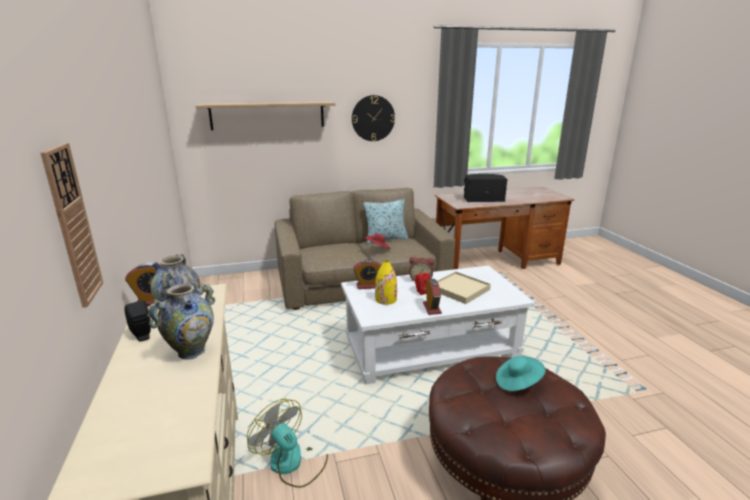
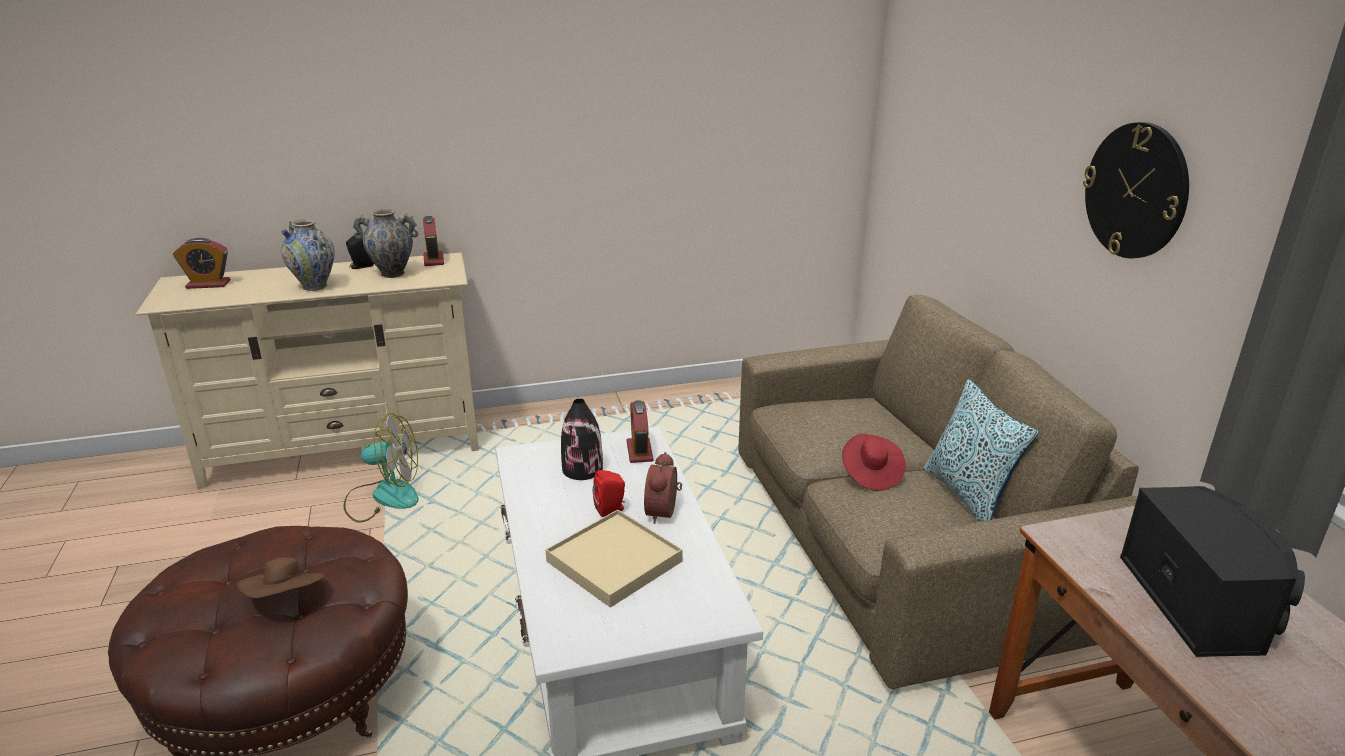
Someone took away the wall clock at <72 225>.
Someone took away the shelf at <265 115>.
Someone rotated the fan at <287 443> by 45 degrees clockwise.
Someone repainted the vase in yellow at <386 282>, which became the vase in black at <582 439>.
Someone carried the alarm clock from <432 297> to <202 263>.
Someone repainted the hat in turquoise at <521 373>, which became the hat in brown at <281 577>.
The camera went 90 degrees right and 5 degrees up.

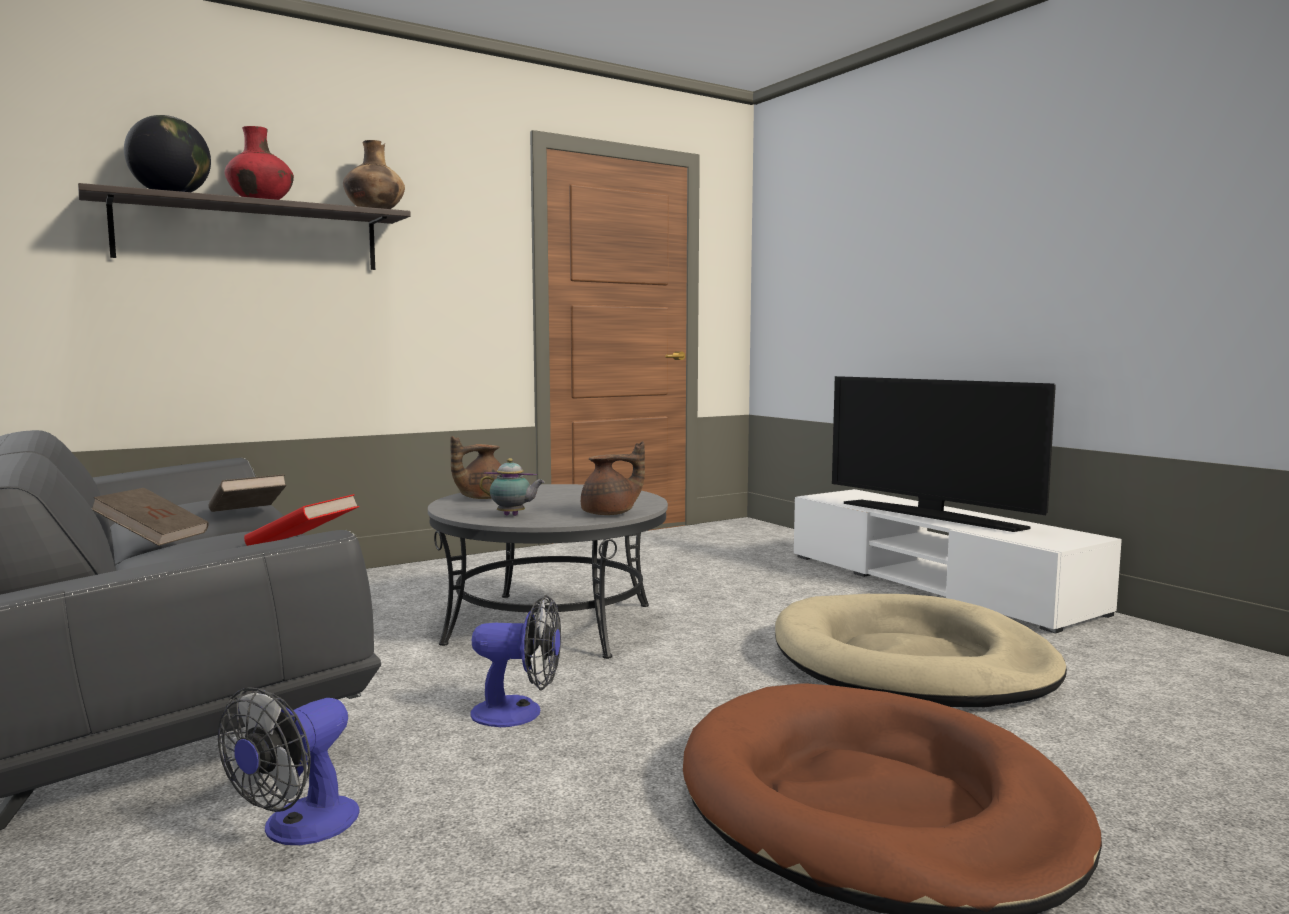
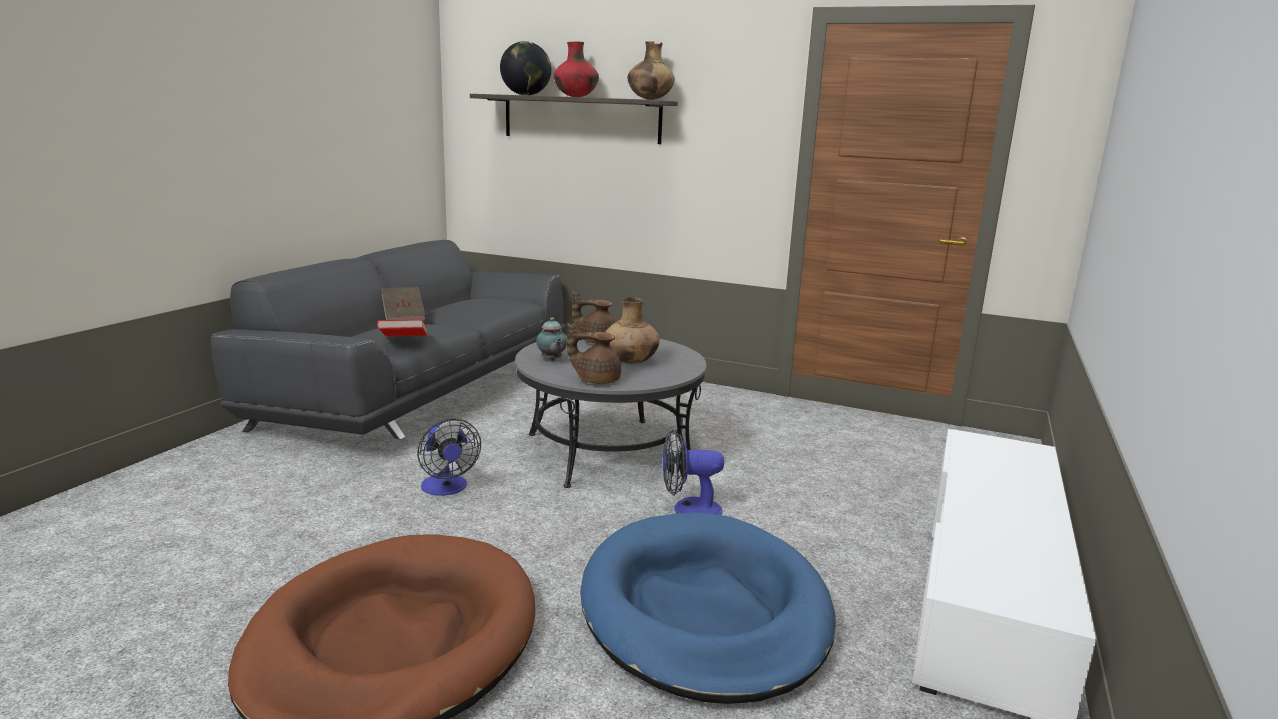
Someone took away the book in brown at <248 493>.
Someone carried the fan from <289 766> to <693 472>.
Someone rotated the teapot in brown at <613 478> by 150 degrees clockwise.
Someone repainted the dog bed in beige at <921 650>, which became the dog bed in blue at <708 608>.
Someone took away the television at <944 454>.
Someone put down the vase in brown at <632 330>.
The camera went 55 degrees right and 10 degrees up.

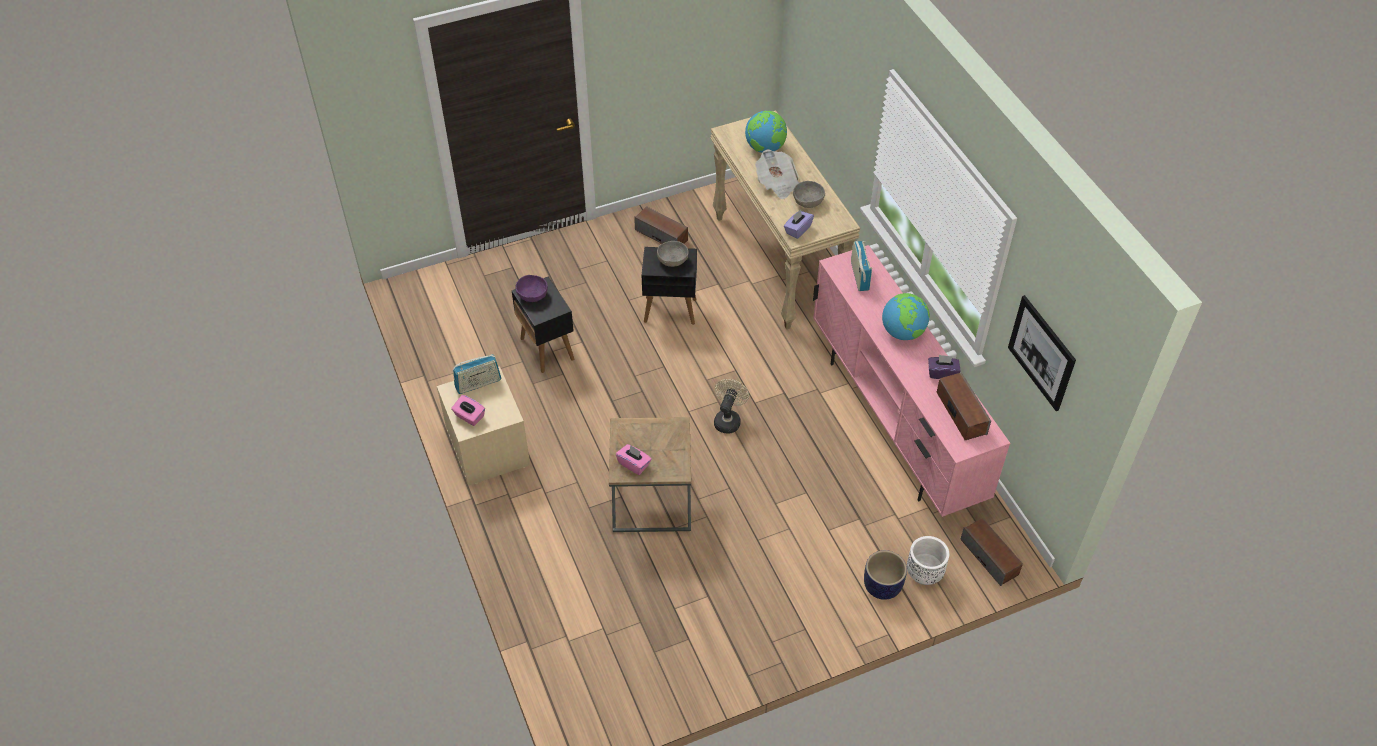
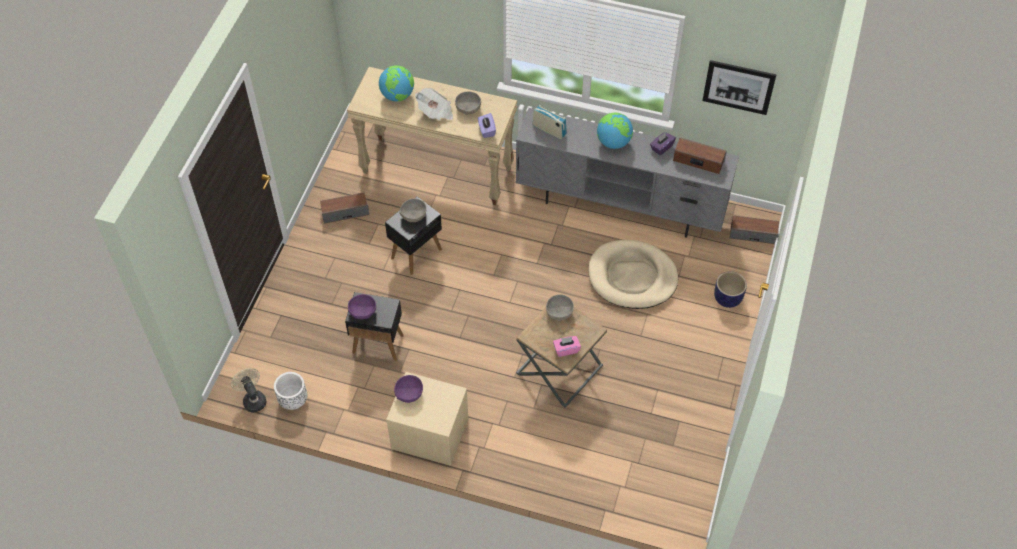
Someone took away the tissue box in pink at <468 410>.
Someone swapped the radio at <477 374> for the bowl in purple at <408 389>.
Someone carried the fan in beige from <731 406> to <248 390>.
Someone repainted the tv stand in pink at <911 381>, which became the tv stand in grey at <627 173>.
Someone carried the planter in white from <928 560> to <290 391>.
Someone put down the bowl in grey at <560 308>.
Someone put down the dog bed in beige at <633 274>.
The camera went 50 degrees left and 5 degrees up.

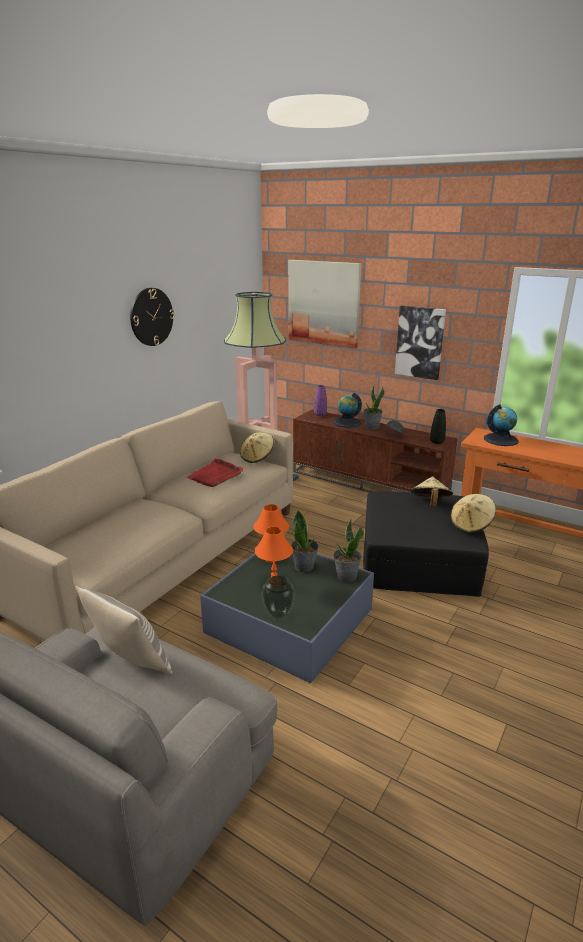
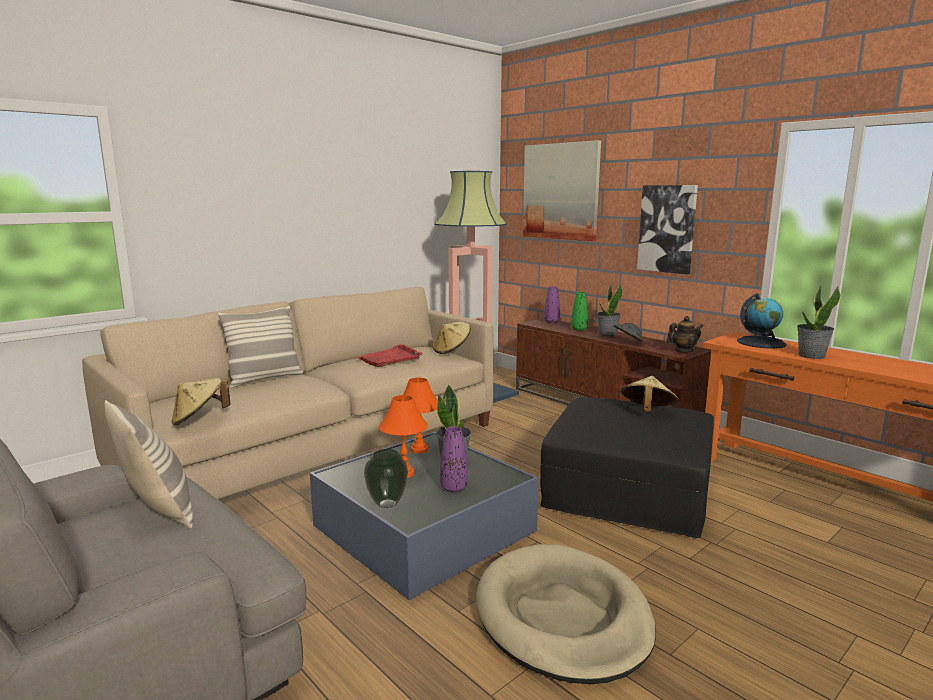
Someone took away the wall clock at <152 317>.
Someone swapped the globe at <347 410> for the vase in green at <579 311>.
Someone carried the potted plant from <348 550> to <819 322>.
Someone swapped the vase in black at <438 426> for the teapot at <685 334>.
Someone carried the hat in beige from <473 513> to <201 402>.
Someone put down the pillow at <260 347>.
Someone put down the vase in purple at <454 459>.
Someone put down the dog bed in beige at <566 614>.
The camera went 15 degrees right and 10 degrees down.

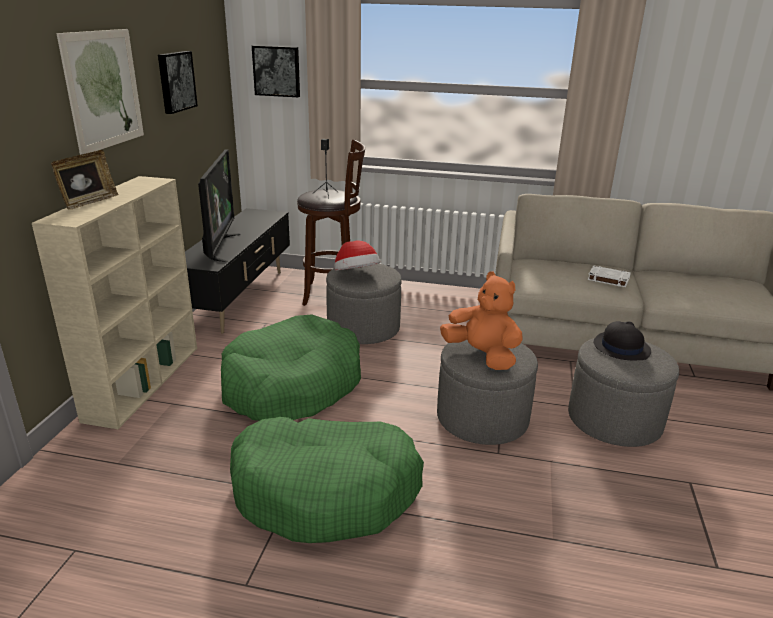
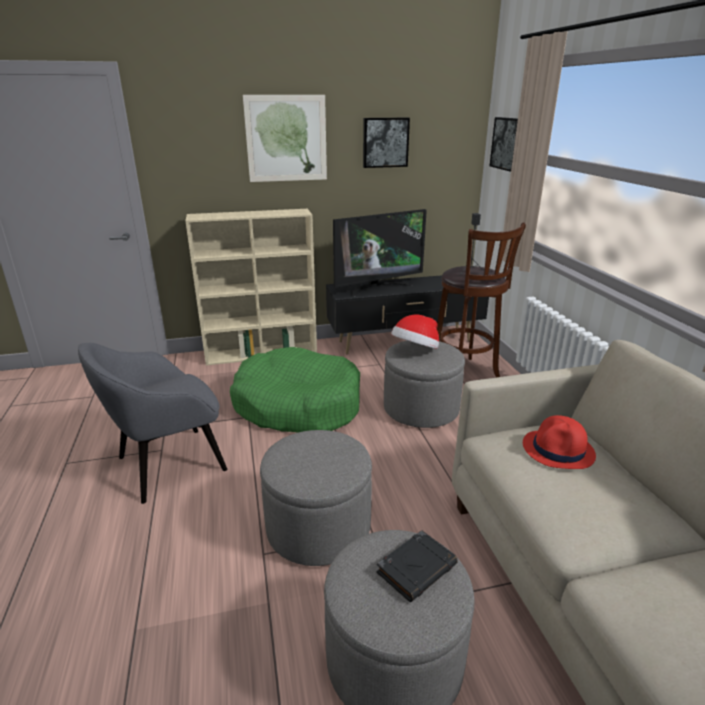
Someone took away the picture frame at <85 179>.
Someone swapped the dog bed in green at <327 480> for the armchair in grey at <152 423>.
Someone took away the plush toy in orange at <481 320>.
Someone took away the book in white at <609 276>.
Someone swapped the hat in black at <622 340> for the book in black at <417 566>.
Someone put down the hat in red at <559 442>.
The camera went 65 degrees right and 0 degrees up.

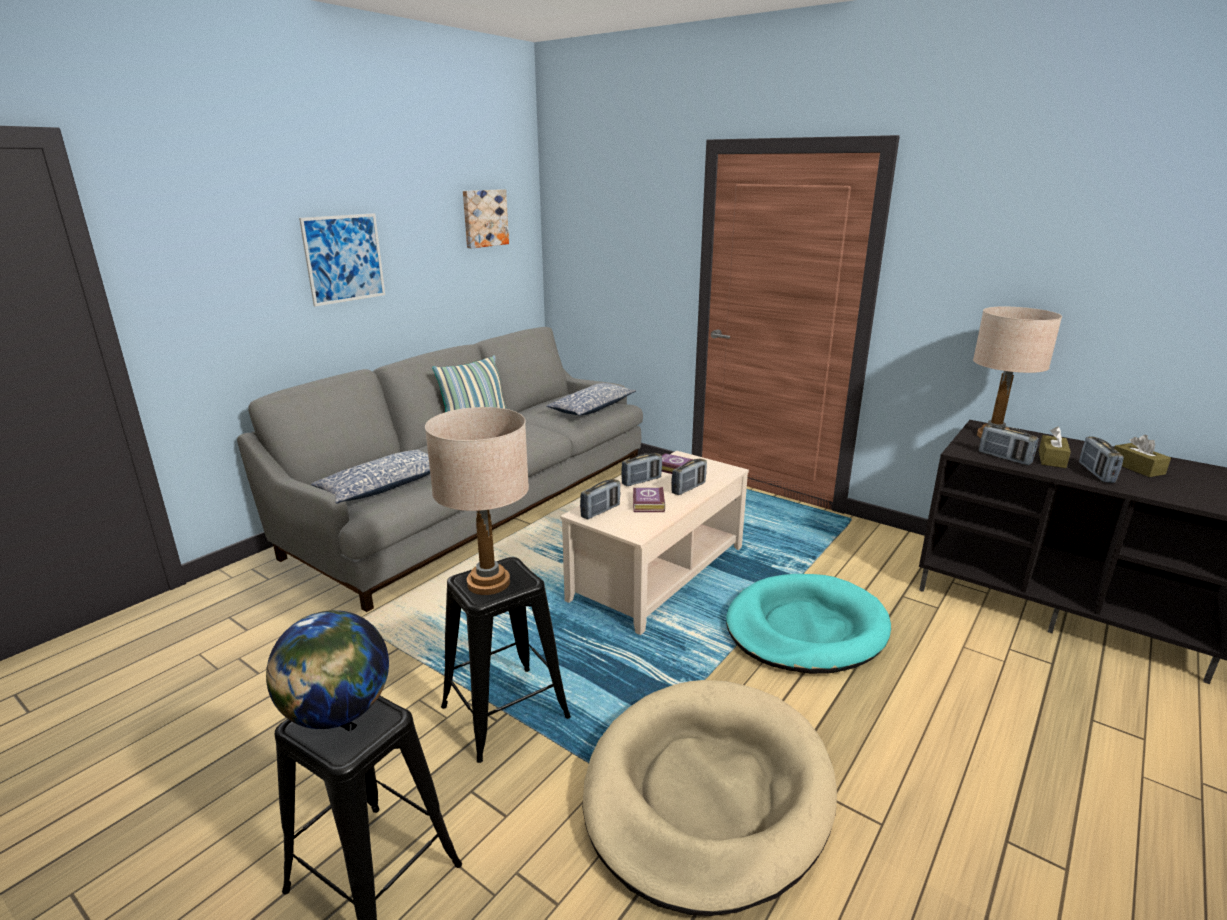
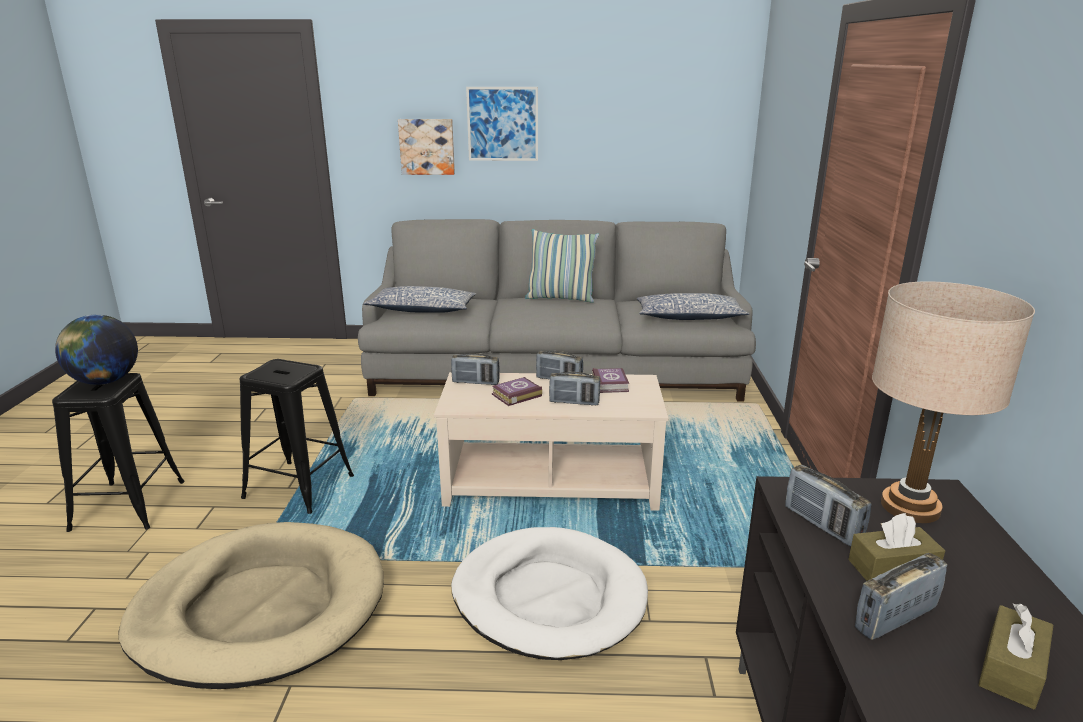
Someone took away the table lamp in beige at <477 501>.
Someone carried the picture from <486 218> to <426 147>.
Someone repainted the dog bed in turquoise at <808 624>, which became the dog bed in white at <549 593>.
Someone rotated the radio at <1009 445> by 45 degrees counterclockwise.
The camera went 55 degrees right and 0 degrees up.

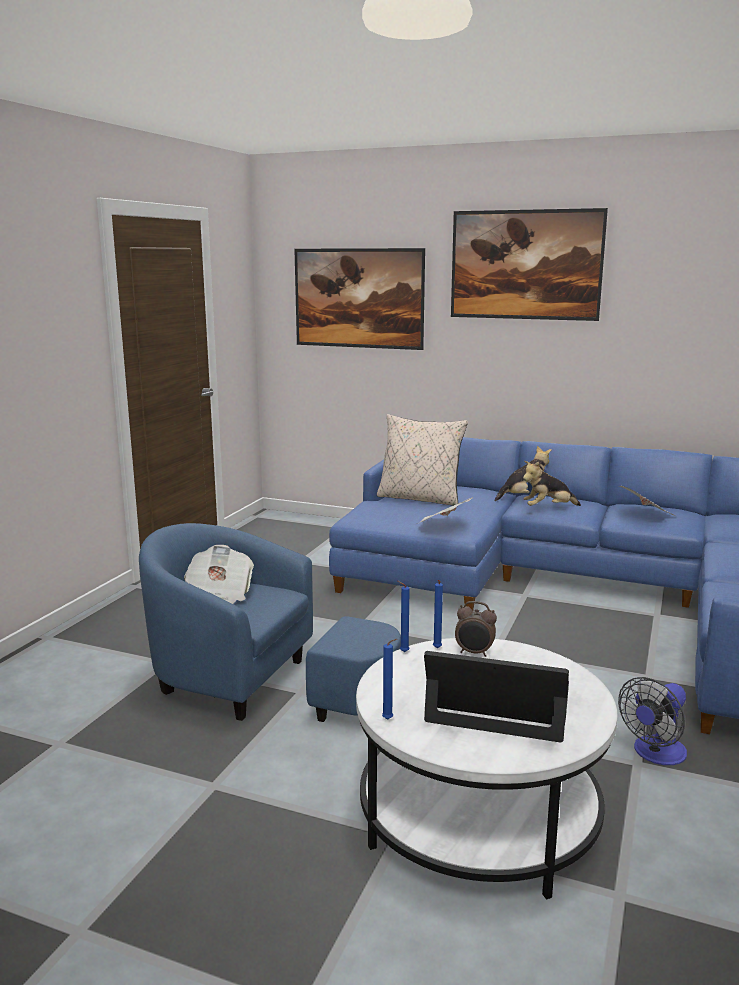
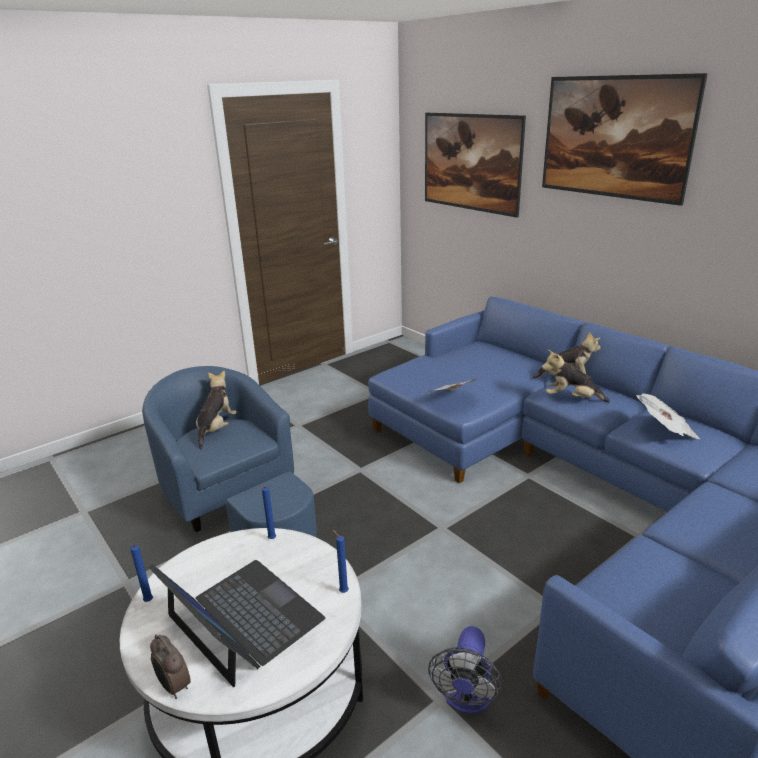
Someone swapped the newspaper at <219 574> for the plush toy at <216 410>.
Someone took away the pillow in beige at <422 460>.
Someone carried the candle in blue from <404 616> to <341 561>.
Someone carried the alarm clock from <476 629> to <170 666>.
Someone rotated the fan at <652 721> by 60 degrees counterclockwise.
The camera went 30 degrees right and 10 degrees up.

